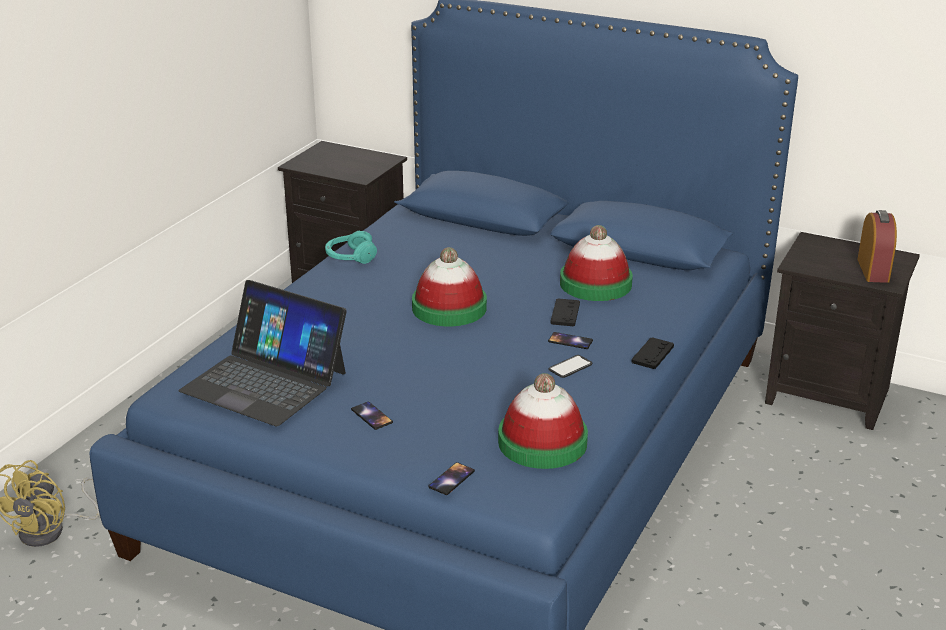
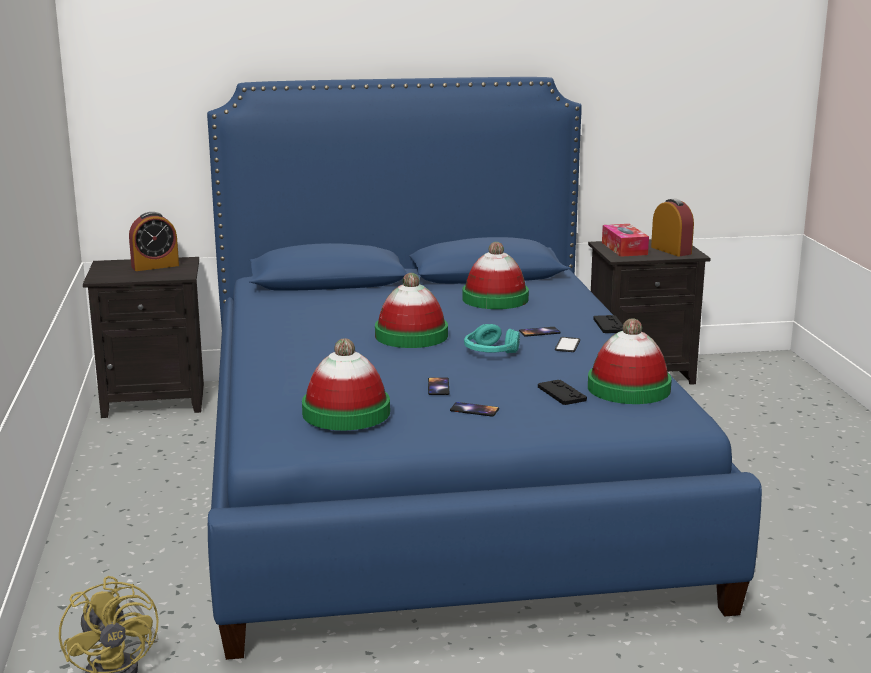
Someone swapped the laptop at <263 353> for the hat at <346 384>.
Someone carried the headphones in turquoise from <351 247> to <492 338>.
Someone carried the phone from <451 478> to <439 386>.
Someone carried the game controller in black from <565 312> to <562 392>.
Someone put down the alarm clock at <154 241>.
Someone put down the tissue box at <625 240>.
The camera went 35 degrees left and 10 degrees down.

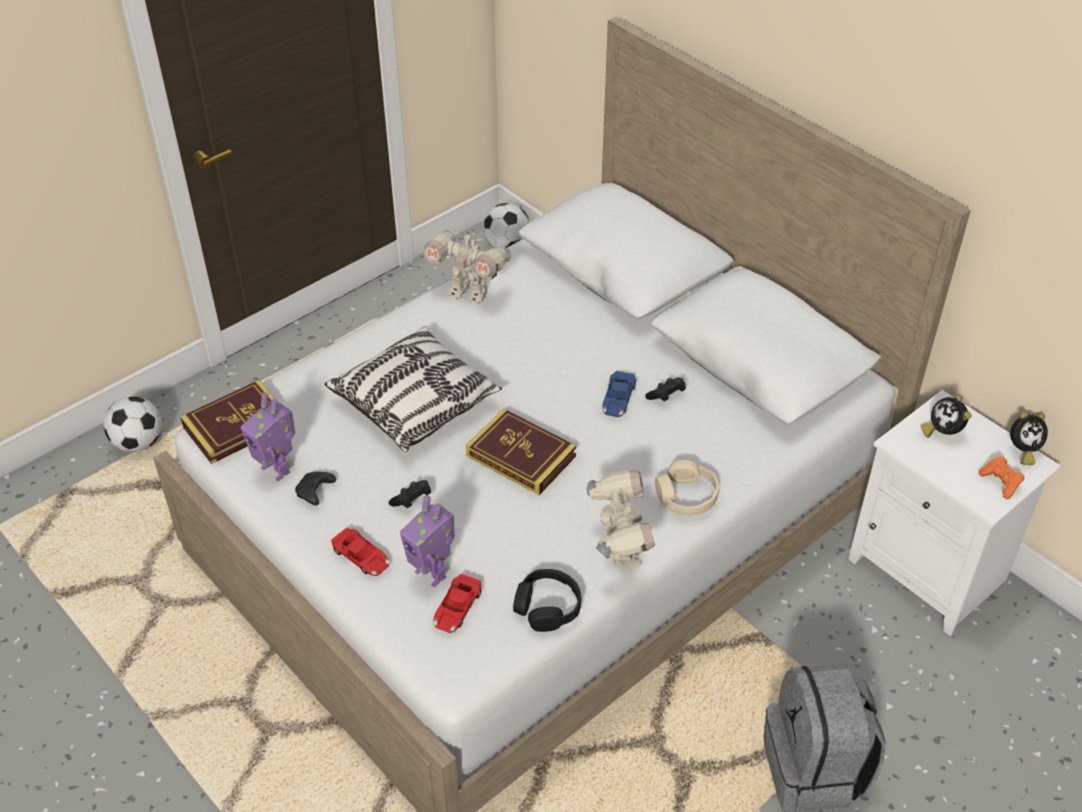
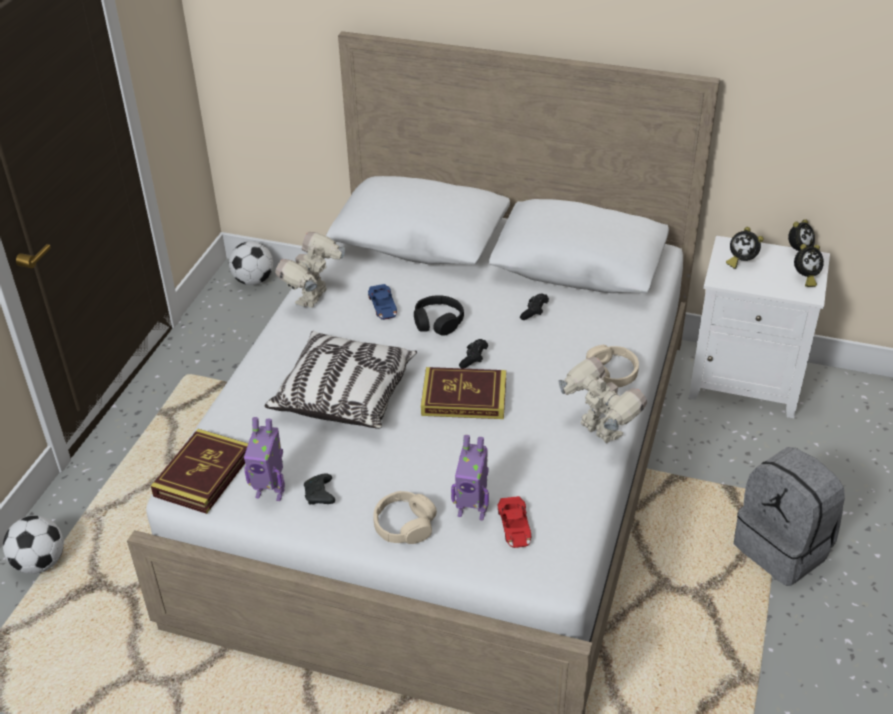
Someone swapped the toy car in red at <360 552> for the headphones in beige at <405 517>.
Someone carried the game controller in black from <409 494> to <473 353>.
Someone rotated the toy robot at <467 266> by 120 degrees clockwise.
Someone carried the headphones in black from <547 600> to <439 315>.
Someone carried the toy car in blue from <619 394> to <382 302>.
Someone swapped the game controller in orange at <1002 477> for the alarm clock at <809 265>.
The camera went 30 degrees left and 5 degrees down.

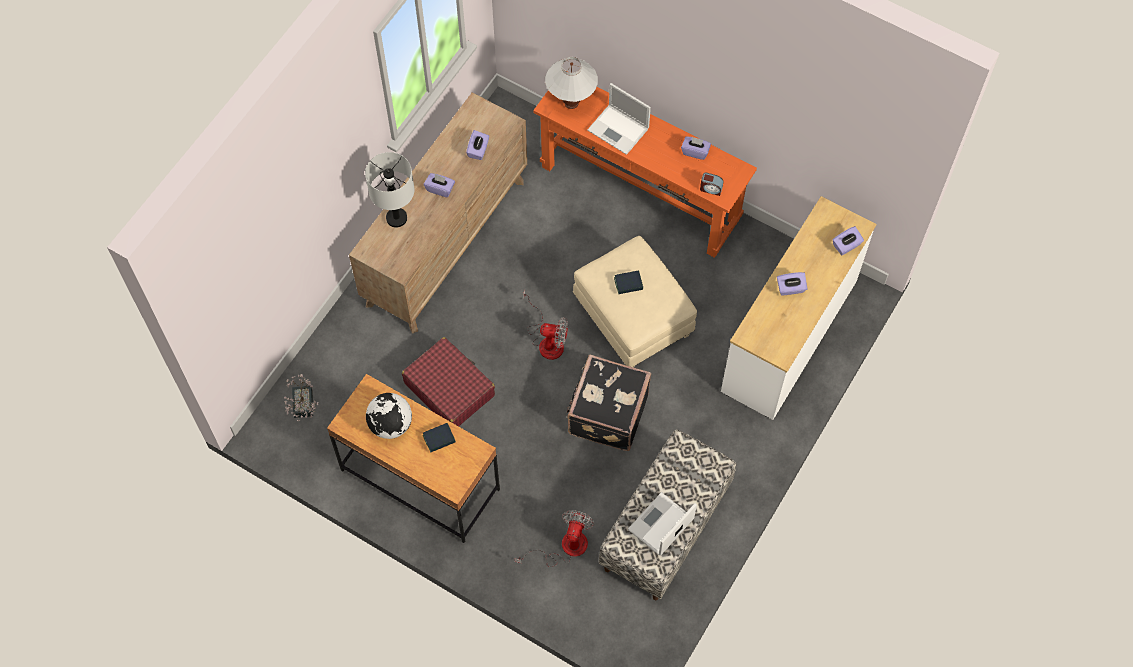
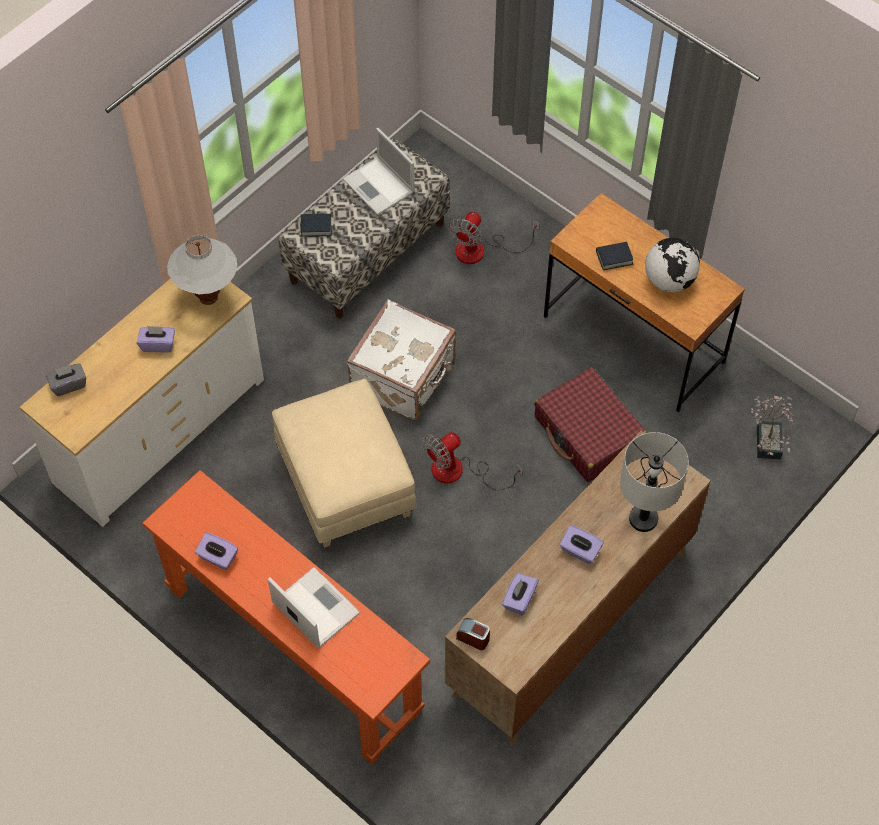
Someone rotated the fan at <545 324> by 60 degrees counterclockwise.
Someone carried the table lamp in white from <571 83> to <202 270>.
Someone repainted the suitcase in black at <609 402>, which became the suitcase in white at <401 359>.
Someone carried the book from <628 282> to <316 225>.
Someone rotated the laptop at <662 524> by 90 degrees clockwise.
Someone carried the alarm clock from <711 184> to <473 634>.
Someone repainted the tissue box in purple at <848 240>, which became the tissue box in grey at <66 379>.
The camera went 170 degrees left and 5 degrees down.

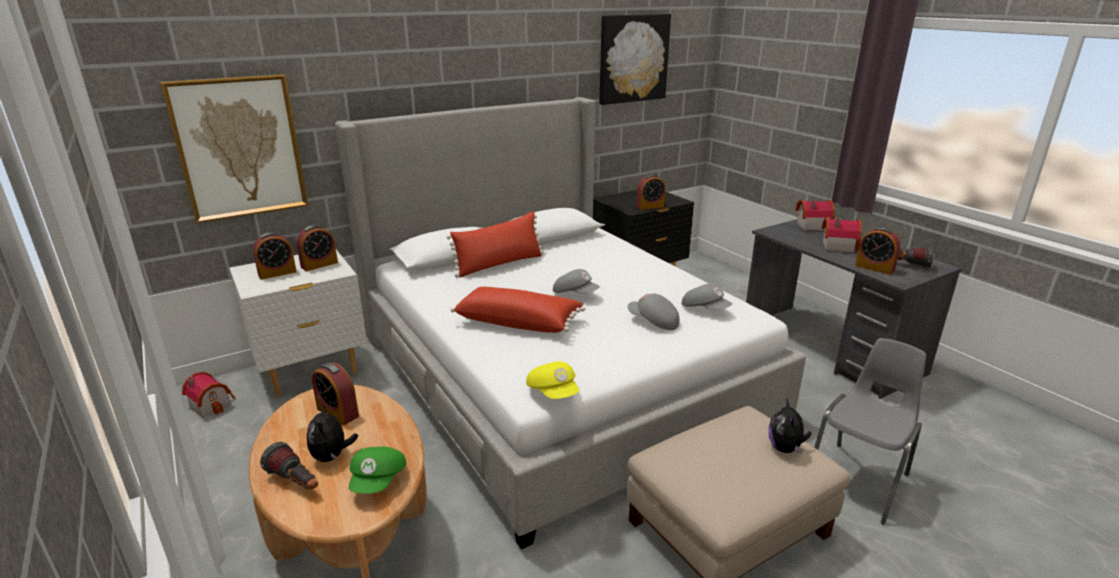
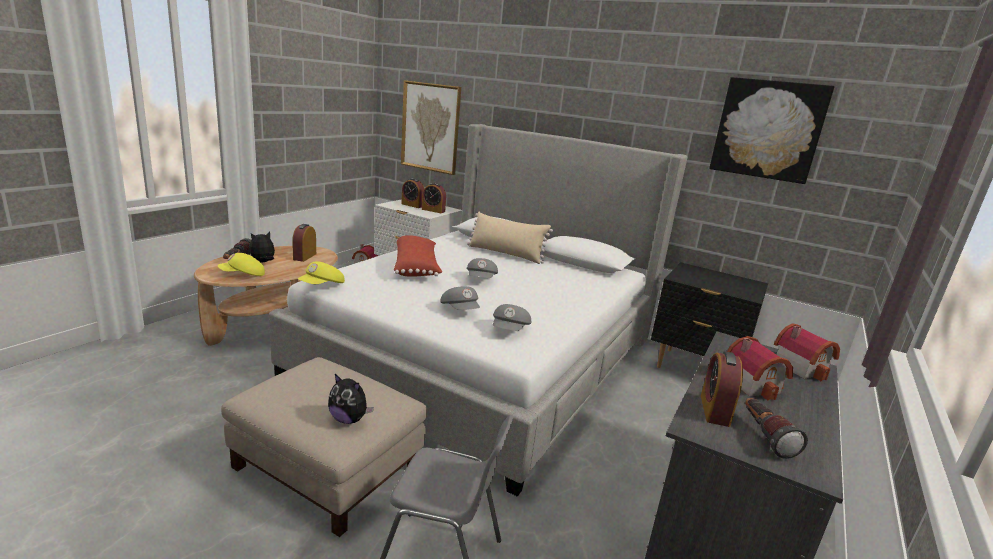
Someone repainted the cap in green at <377 470>, which became the cap in yellow at <241 264>.
Someone repainted the pillow in red at <495 244>, which became the pillow in beige at <510 238>.
Someone rotated the cap in grey at <653 311> by 150 degrees clockwise.
Someone took away the alarm clock at <650 192>.
Someone rotated the plush toy at <790 427> by 135 degrees counterclockwise.
The camera went 60 degrees right and 5 degrees down.

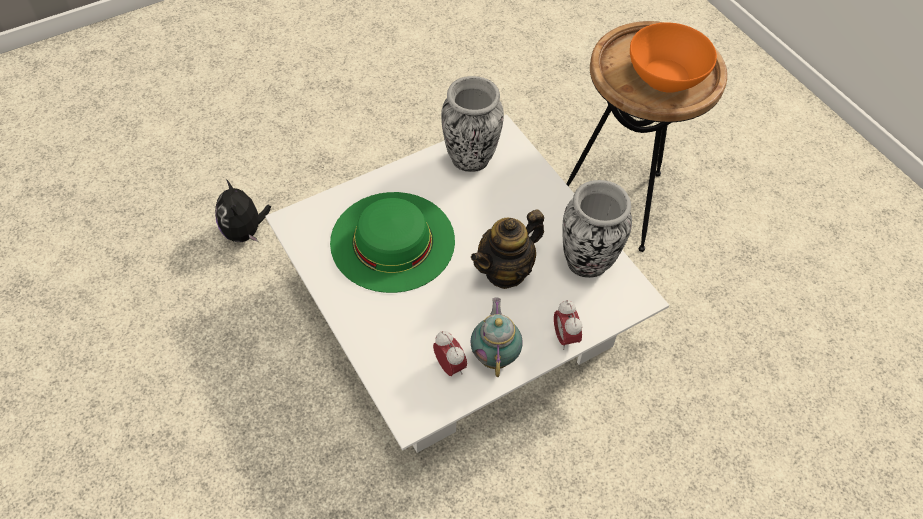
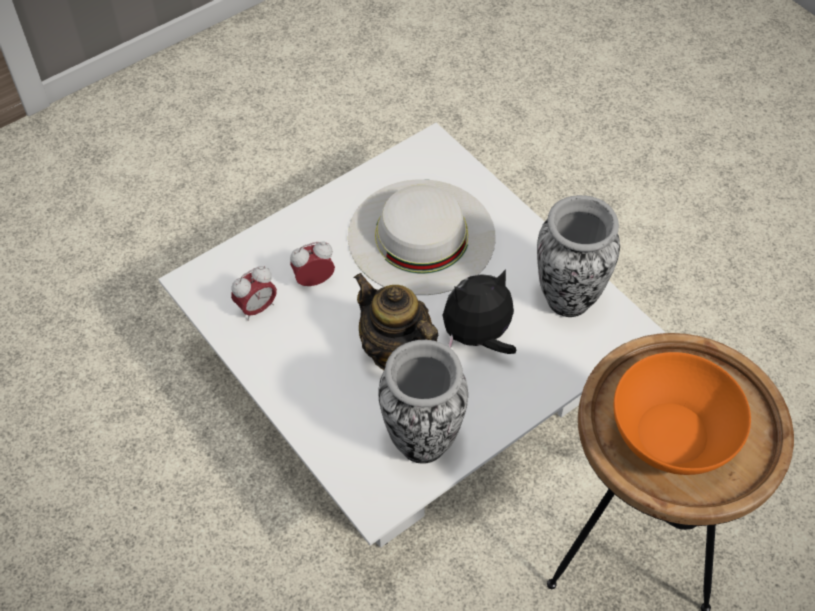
Someone carried the plush toy from <243 210> to <479 311>.
Someone repainted the hat in green at <392 242>, which became the hat in white at <422 237>.
Someone took away the teapot at <496 337>.
Someone carried the alarm clock from <568 325> to <312 263>.
The camera went 85 degrees right and 0 degrees up.

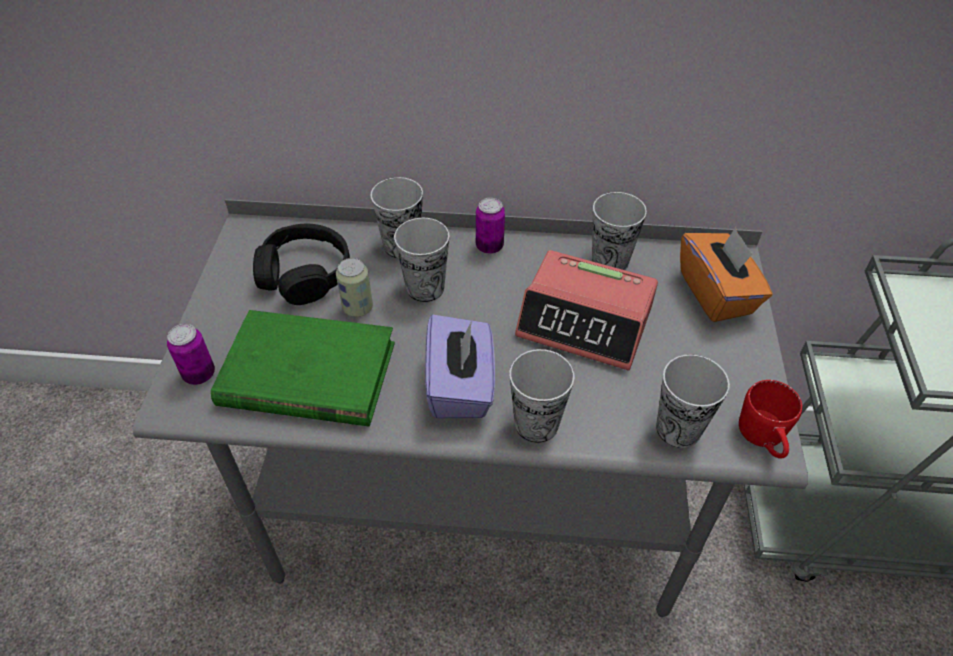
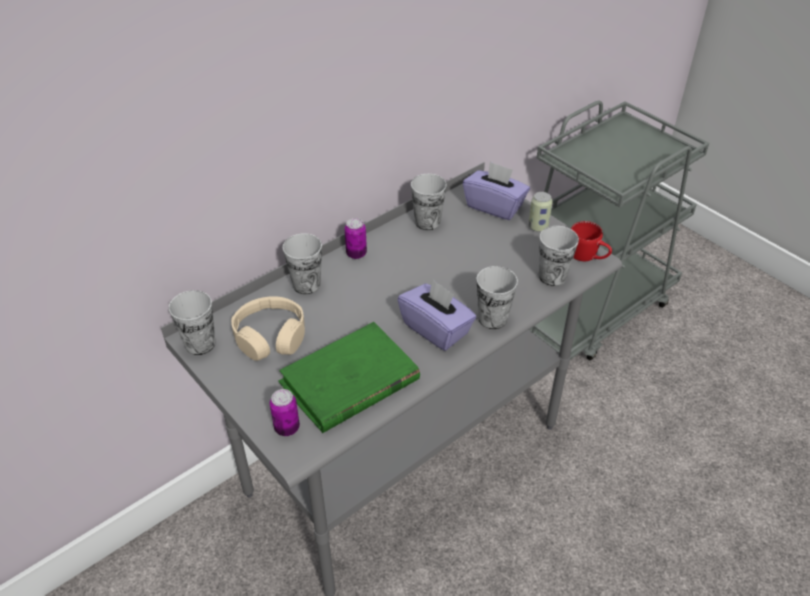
Someone repainted the headphones in black at <301 264>, which became the headphones in beige at <268 328>.
Someone carried the can from <354 287> to <540 212>.
Someone carried the cup from <421 260> to <192 322>.
Someone took away the alarm clock at <586 310>.
Someone repainted the tissue box in orange at <726 274>, which became the tissue box in purple at <496 191>.
The camera went 45 degrees left and 5 degrees down.

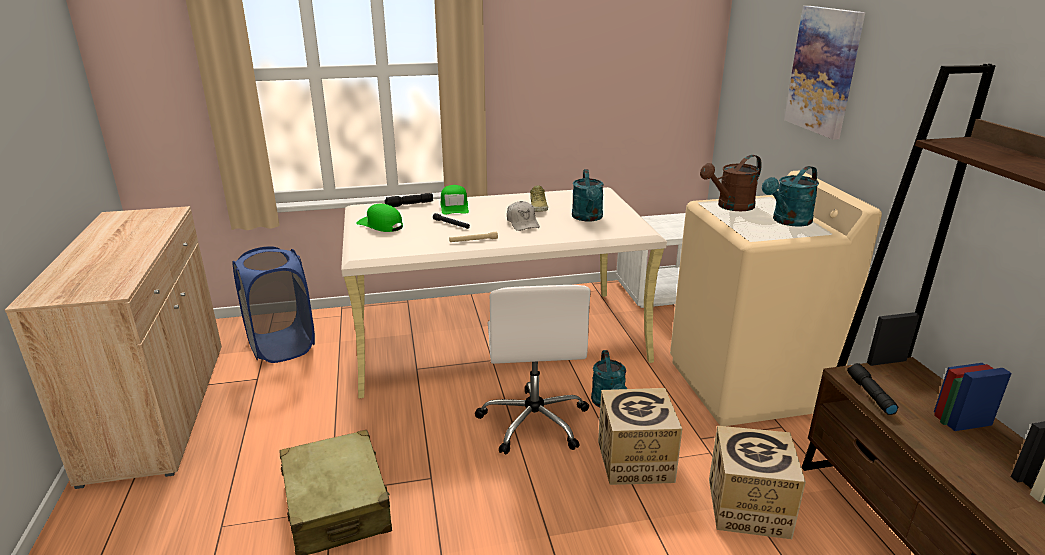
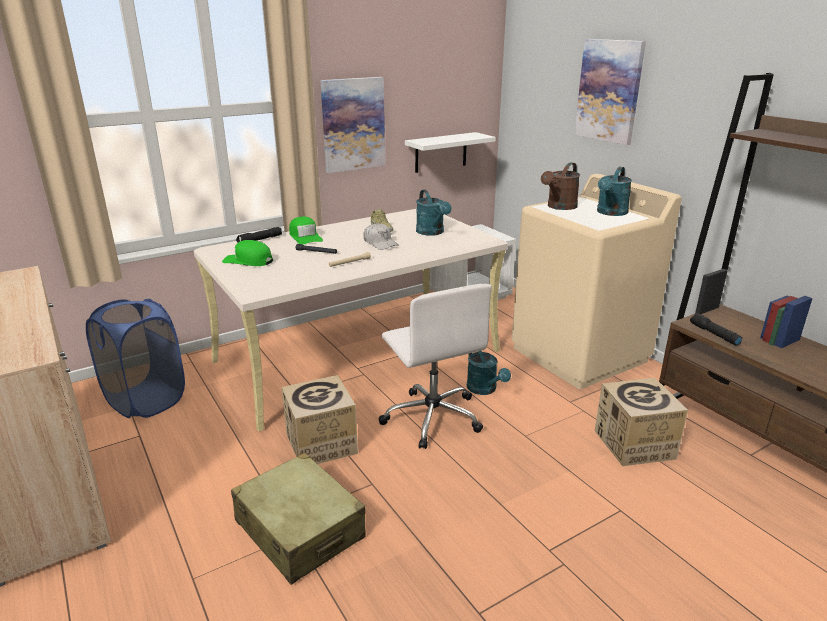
Someone carried the cardboard box from <640 436> to <320 419>.
Someone put up the picture at <352 125>.
Someone put up the shelf in white at <450 152>.
The camera went 20 degrees left and 0 degrees up.

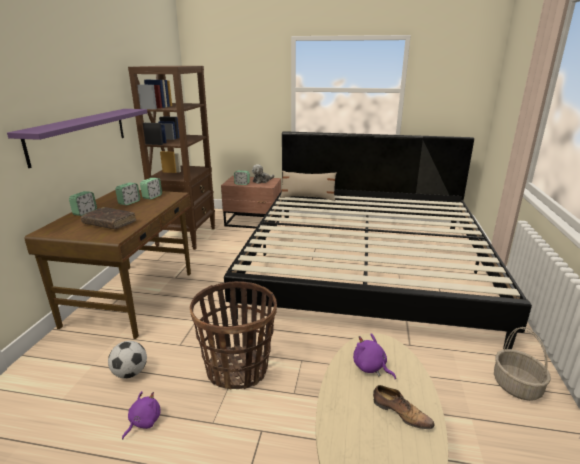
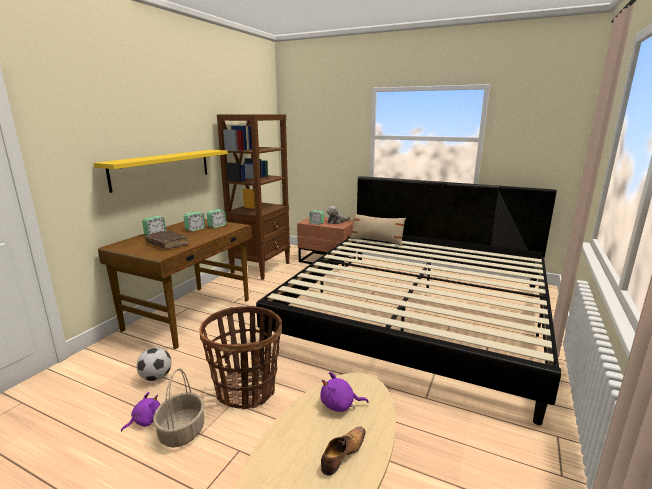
Someone repainted the shelf in purple at <77 138>, which became the shelf in yellow at <161 171>.
Someone rotated the plush toy in purple at <374 356> by 60 degrees counterclockwise.
Someone rotated the shoe at <403 407> by 105 degrees counterclockwise.
Someone carried the basket from <522 364> to <178 408>.
The camera went 15 degrees right and 5 degrees down.

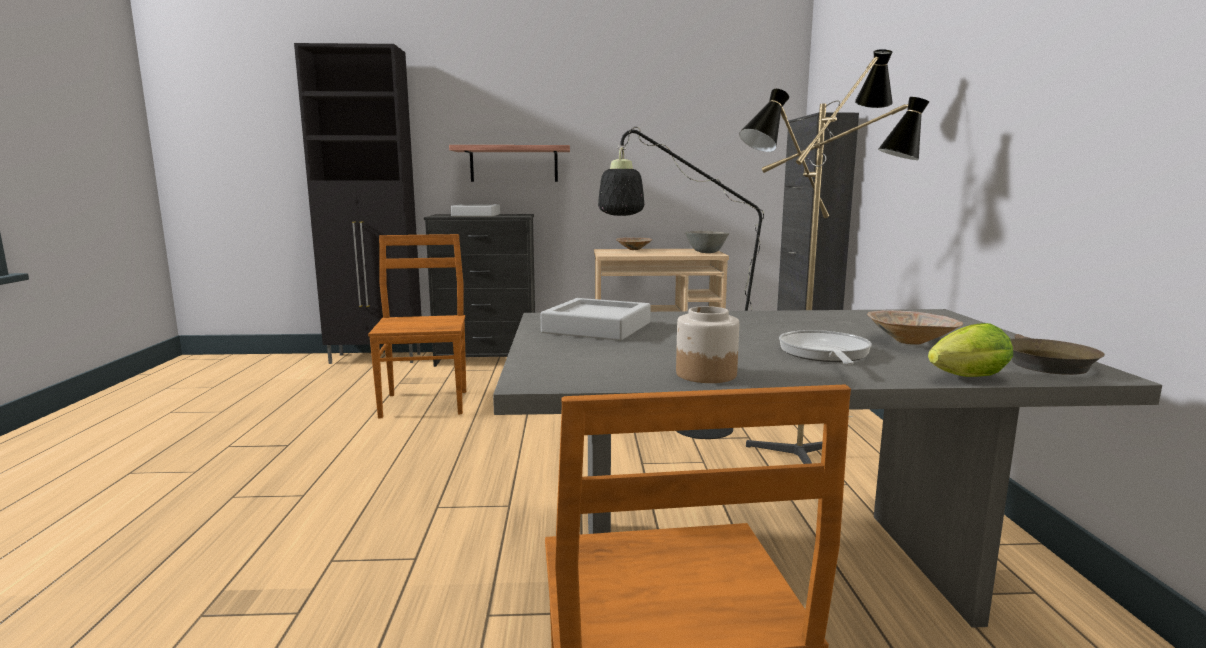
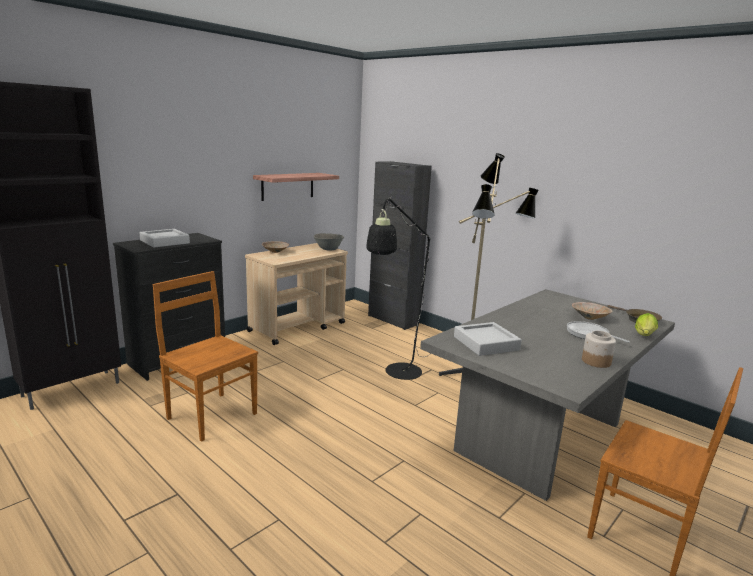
Someone carried the shelf from <509 163> to <296 187>.
The camera went 45 degrees left and 5 degrees up.

